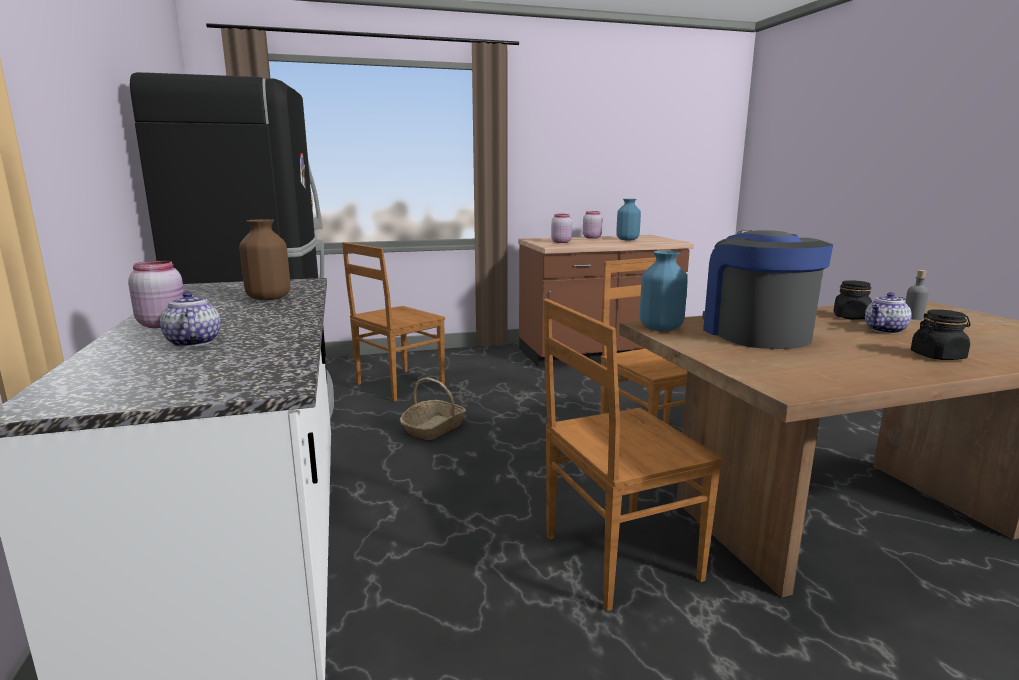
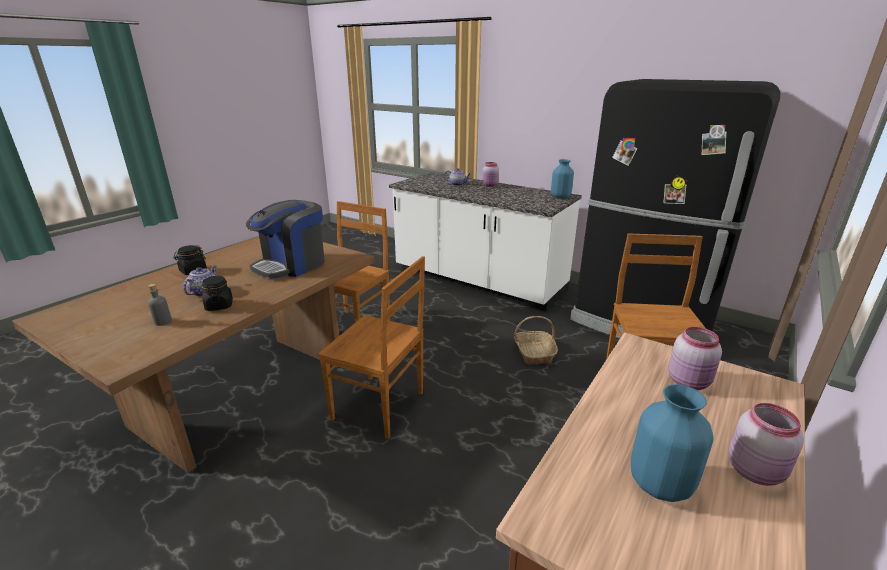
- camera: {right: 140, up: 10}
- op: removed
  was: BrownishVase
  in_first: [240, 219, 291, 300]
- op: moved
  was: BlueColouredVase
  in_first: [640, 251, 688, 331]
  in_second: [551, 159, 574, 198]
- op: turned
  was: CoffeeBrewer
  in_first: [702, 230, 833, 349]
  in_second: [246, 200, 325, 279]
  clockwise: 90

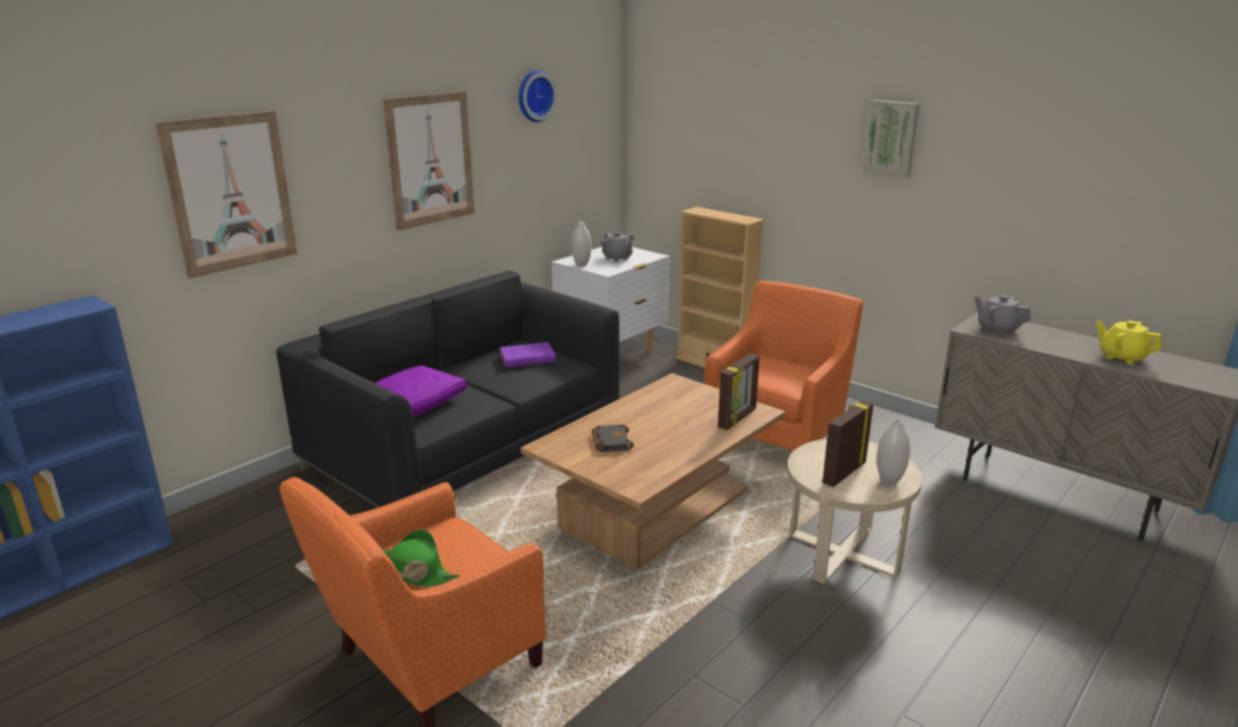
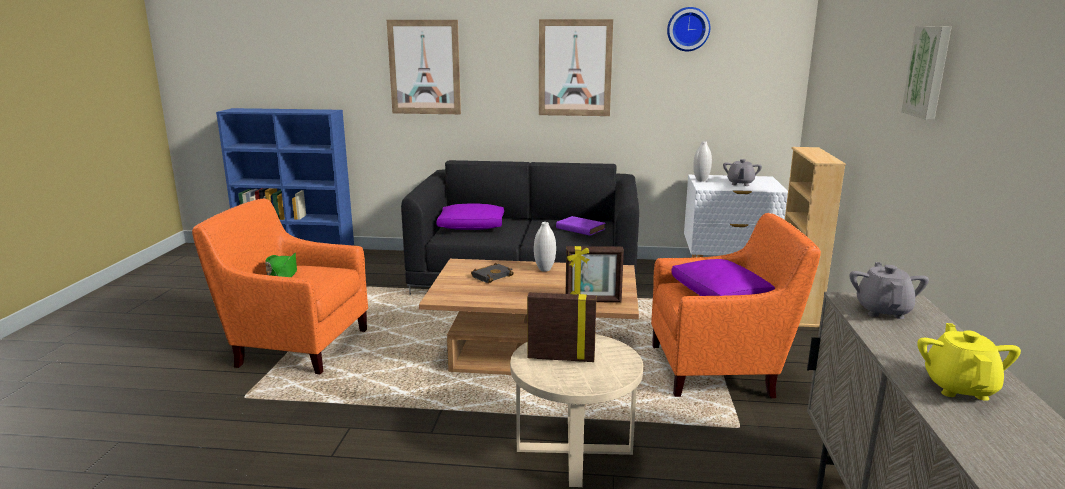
- camera: {right: 55, up: -5}
- op: added
  now: PurplishPillow
  in_second: [671, 259, 775, 296]
- op: moved
  was: WhiteVase
  in_first: [877, 419, 910, 485]
  in_second: [534, 222, 556, 272]

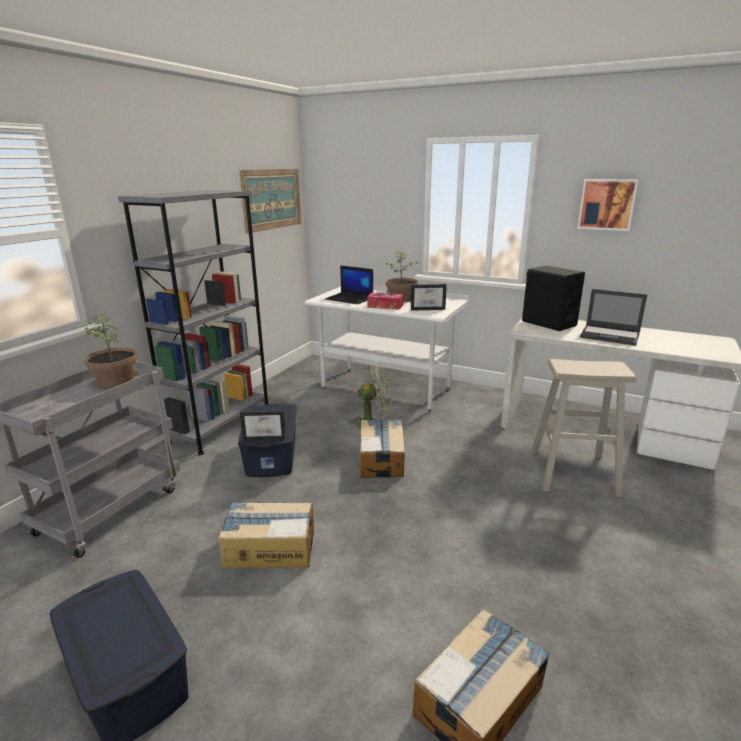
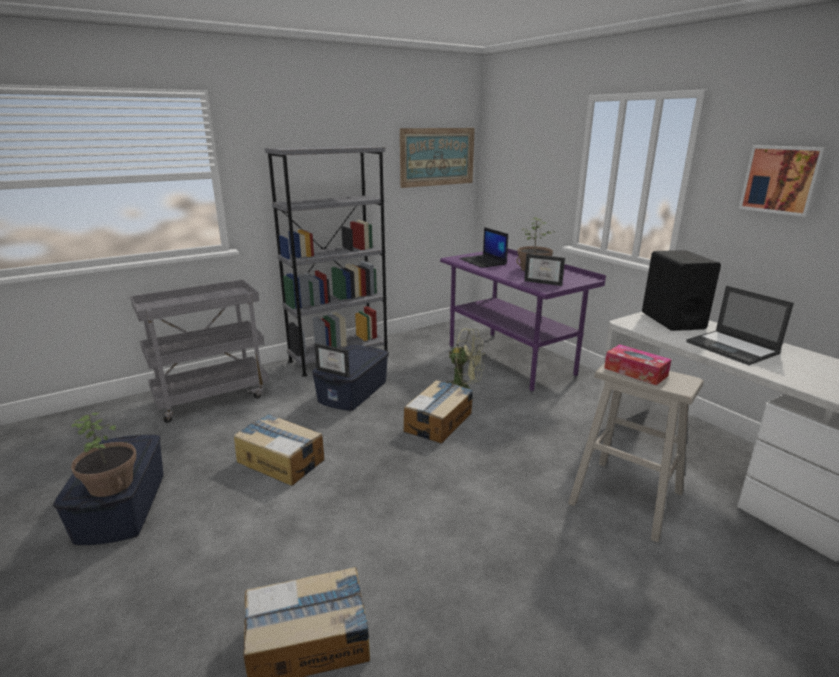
- camera: {right: 30, up: 0}
- op: moved
  was: Houseplant
  in_first: [84, 313, 138, 387]
  in_second: [71, 412, 136, 497]
- op: moved
  was: TissueHolder
  in_first: [367, 292, 403, 310]
  in_second: [604, 344, 672, 385]
- op: recoloured
  was: WhiteDeskTable
  now: PurplishDeskTable
  in_first: [305, 285, 469, 412]
  in_second: [440, 249, 606, 394]

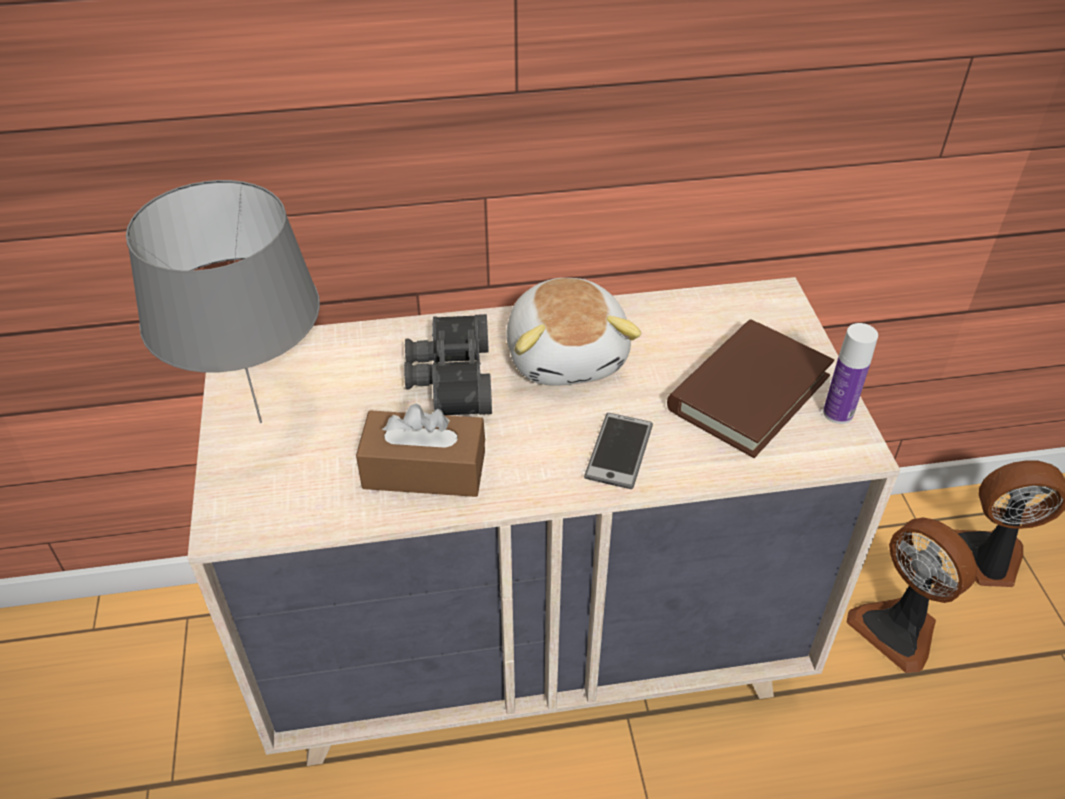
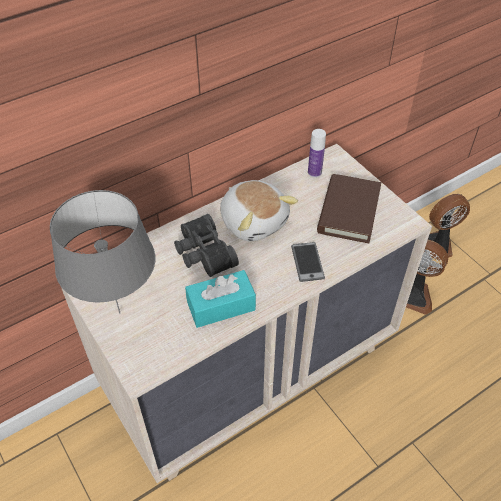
- camera: {right: -25, up: 5}
- op: moved
  was: Bottle
  in_first: [823, 323, 878, 424]
  in_second: [308, 129, 326, 178]
- op: recoloured
  was: BrownishTissueHolder
  now: TurquoiseTissueHolder
  in_first: [356, 404, 485, 497]
  in_second: [185, 270, 256, 328]

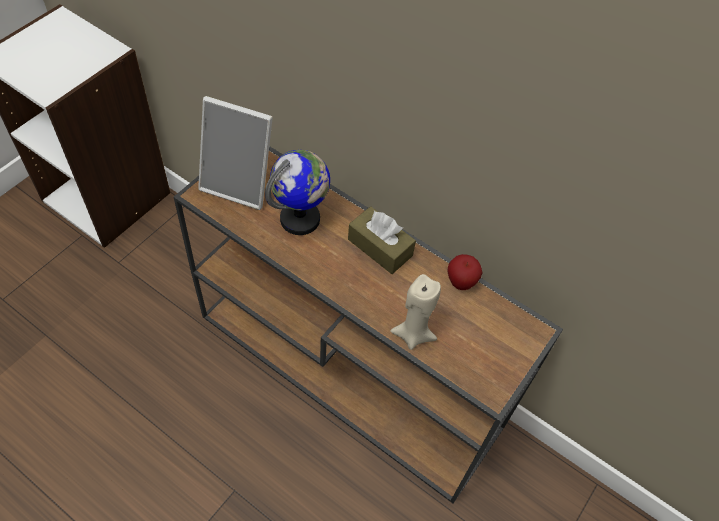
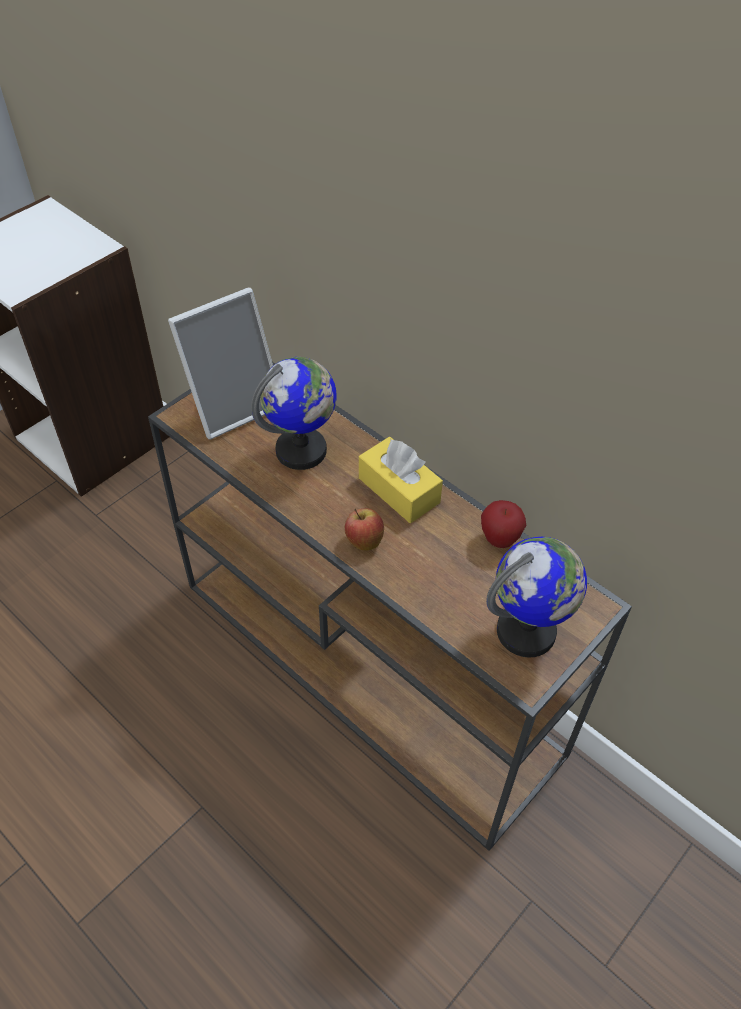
- camera: {right: 10, up: -5}
- op: removed
  was: BeigeColouredCandle
  in_first: [390, 274, 441, 350]
- op: added
  now: AppleFruit
  in_second: [345, 508, 384, 551]
- op: added
  now: DeskGlobe
  in_second: [486, 537, 587, 658]
- op: recoloured
  was: BrownishTissueHolder
  now: YellowishTissueHolder
  in_first: [348, 206, 416, 274]
  in_second: [359, 437, 443, 523]
- op: turned
  was: PictureFrame
  in_first: [198, 96, 273, 210]
  in_second: [168, 287, 273, 439]
  clockwise: -60

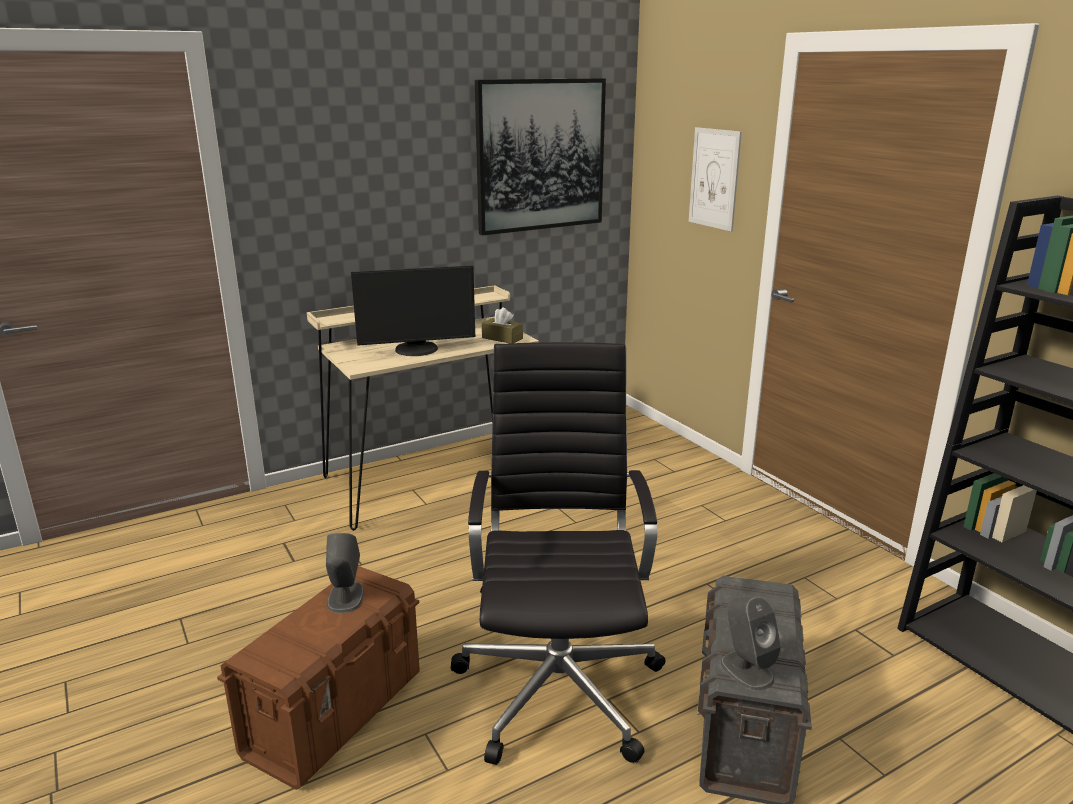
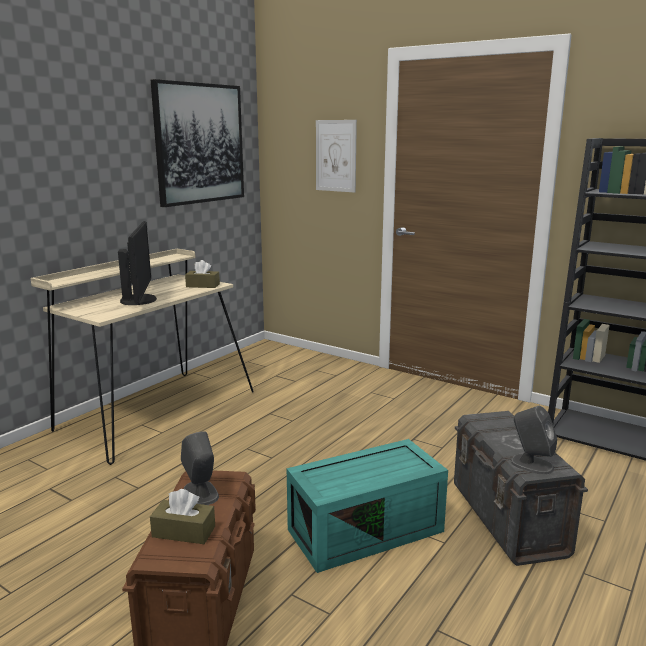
- camera: {right: -25, up: -5}
- op: added
  now: BrownishTissueHolder
  in_second: [150, 489, 215, 544]
- op: replaced
  was: BlackishComputerChair
  now: TurquoiseStorageBin
  in_first: [451, 342, 665, 765]
  in_second: [287, 439, 448, 573]
- op: turned
  was: Monitor
  in_first: [351, 265, 475, 356]
  in_second: [118, 221, 157, 305]
  clockwise: -60

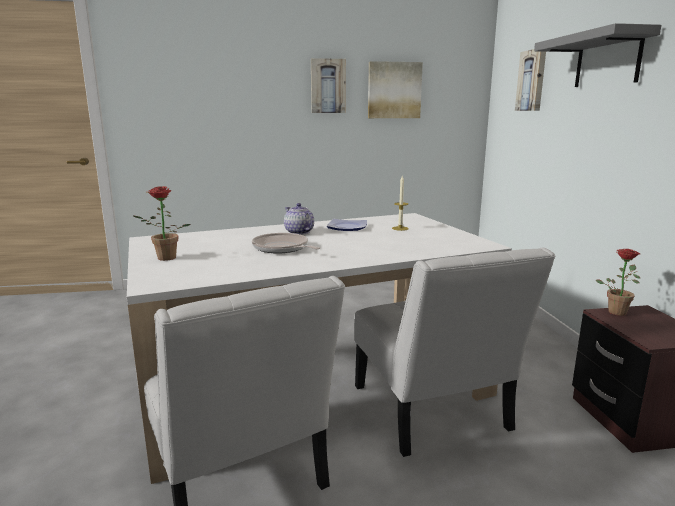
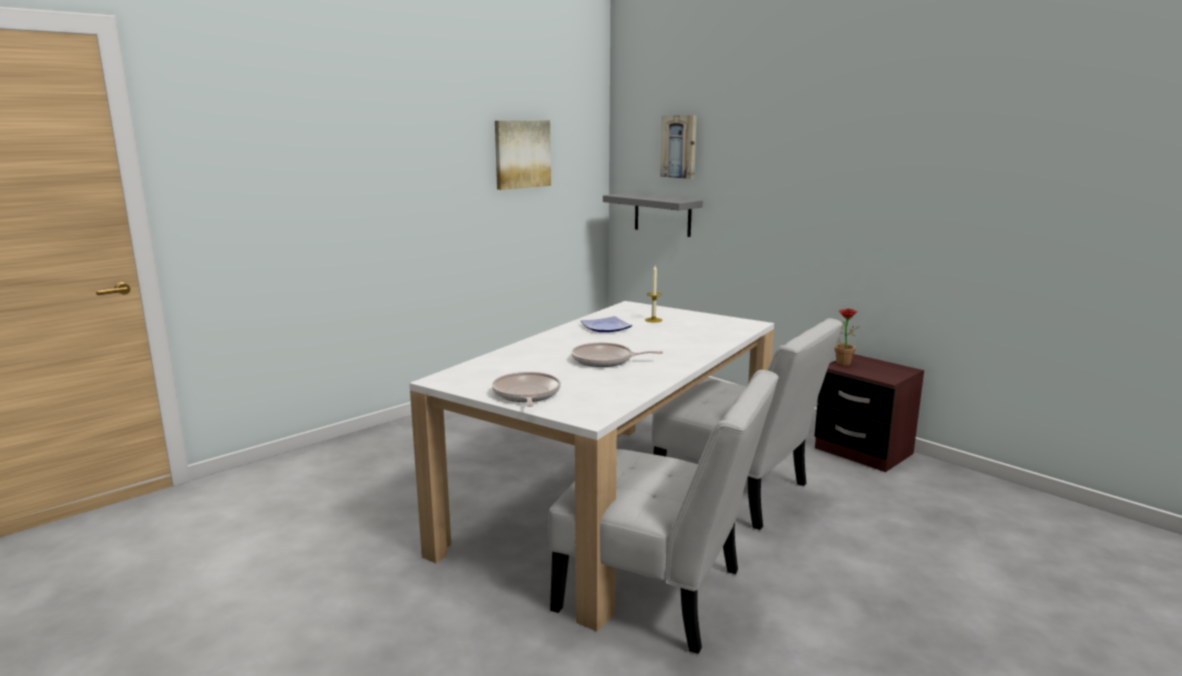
- camera: {right: -35, up: 0}
- op: removed
  was: TeaPot
  in_first: [284, 203, 314, 235]
- op: removed
  was: WallPicture
  in_first: [311, 58, 346, 113]
- op: moved
  was: GreyShelf
  in_first: [534, 23, 662, 87]
  in_second: [603, 193, 703, 237]
- op: replaced
  was: Houseplant
  now: FryingPan
  in_first: [133, 186, 190, 261]
  in_second: [492, 372, 561, 407]

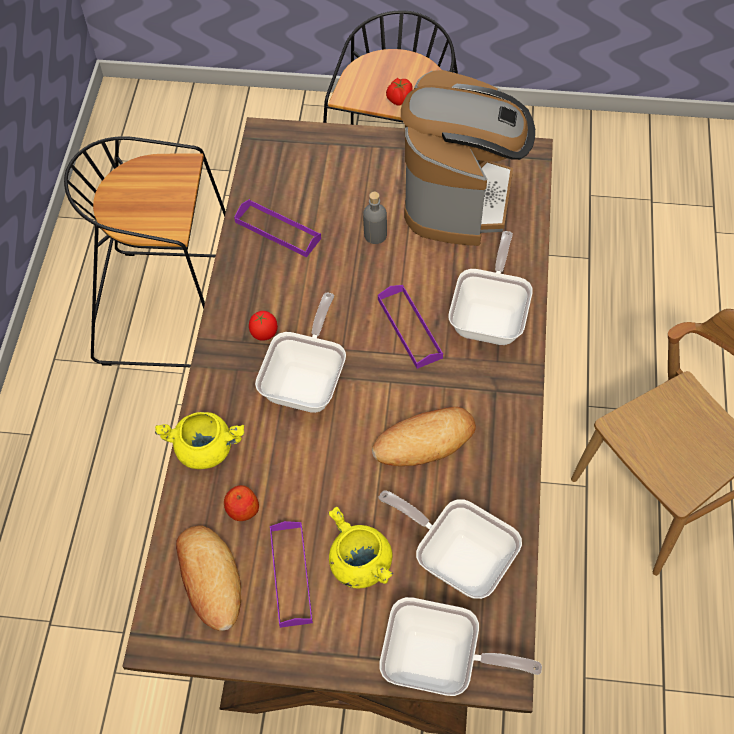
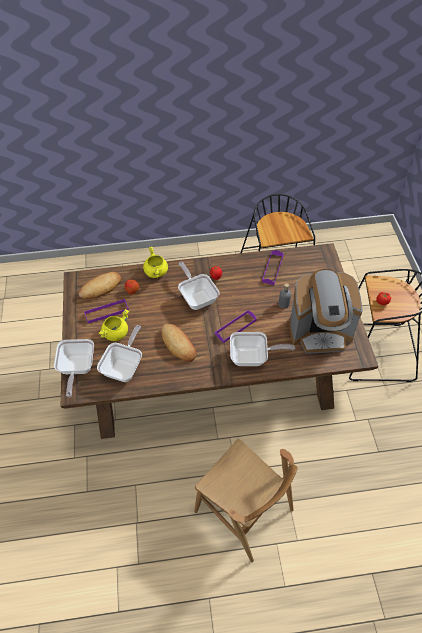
- camera: {right: 75, up: -5}
- op: turned
  was: FryingPan
  in_first: [255, 293, 346, 413]
  in_second: [178, 262, 220, 310]
  clockwise: -120

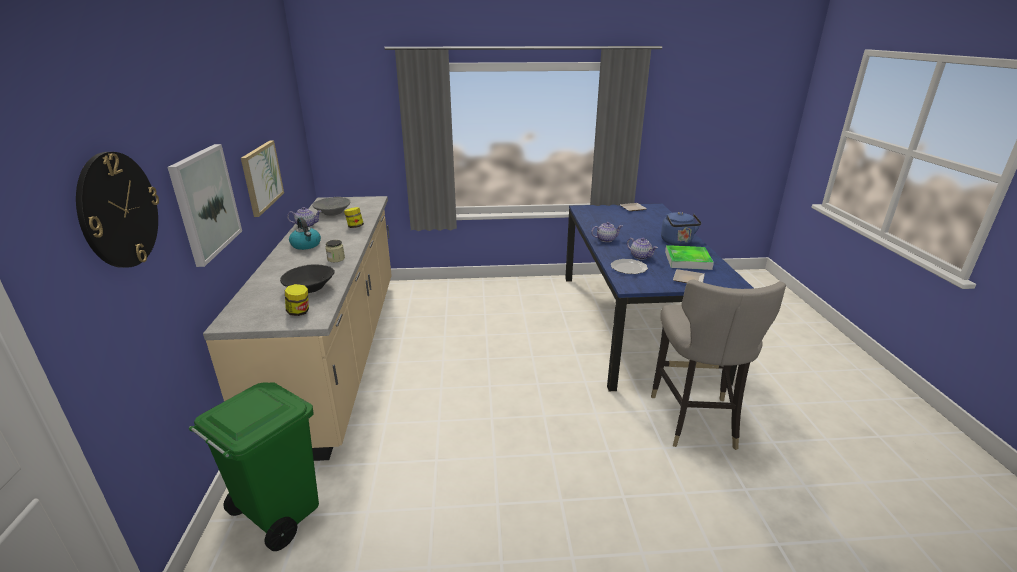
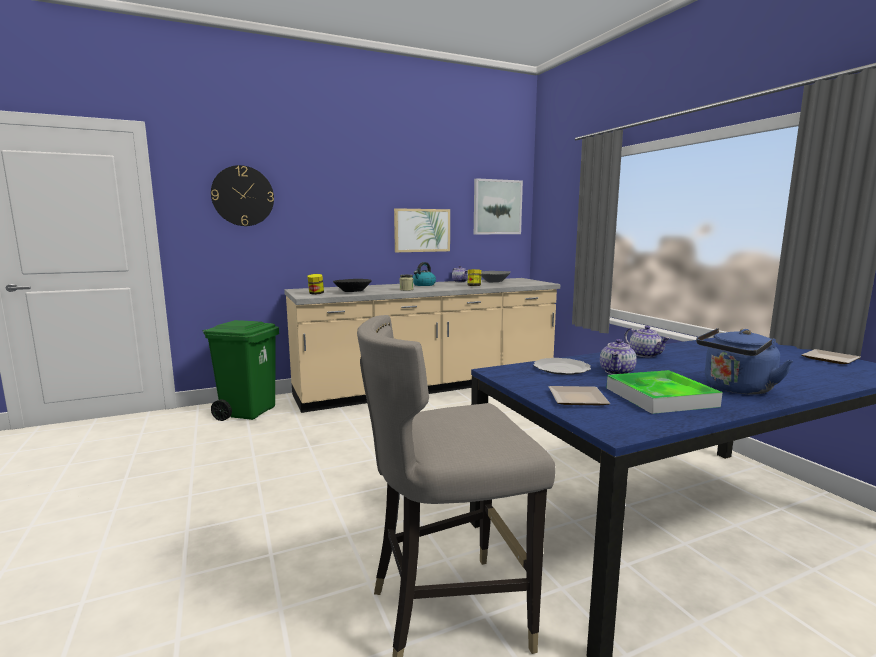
- camera: {right: 70, up: -15}
- op: moved
  was: WallPicture
  in_first: [167, 144, 242, 267]
  in_second: [474, 178, 523, 234]

